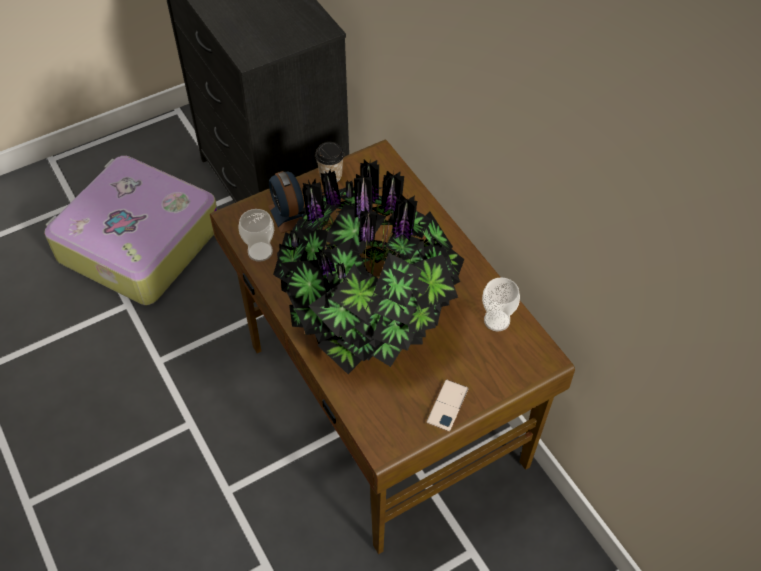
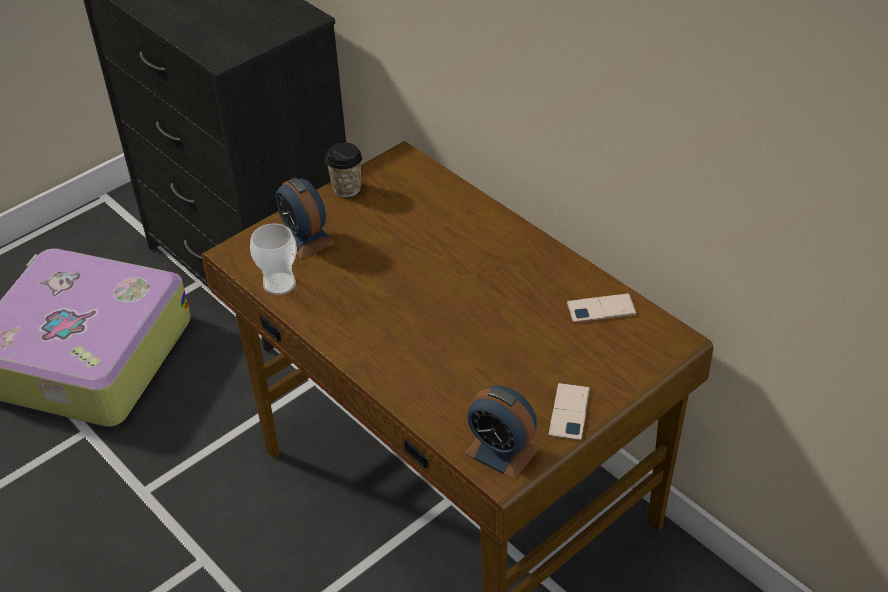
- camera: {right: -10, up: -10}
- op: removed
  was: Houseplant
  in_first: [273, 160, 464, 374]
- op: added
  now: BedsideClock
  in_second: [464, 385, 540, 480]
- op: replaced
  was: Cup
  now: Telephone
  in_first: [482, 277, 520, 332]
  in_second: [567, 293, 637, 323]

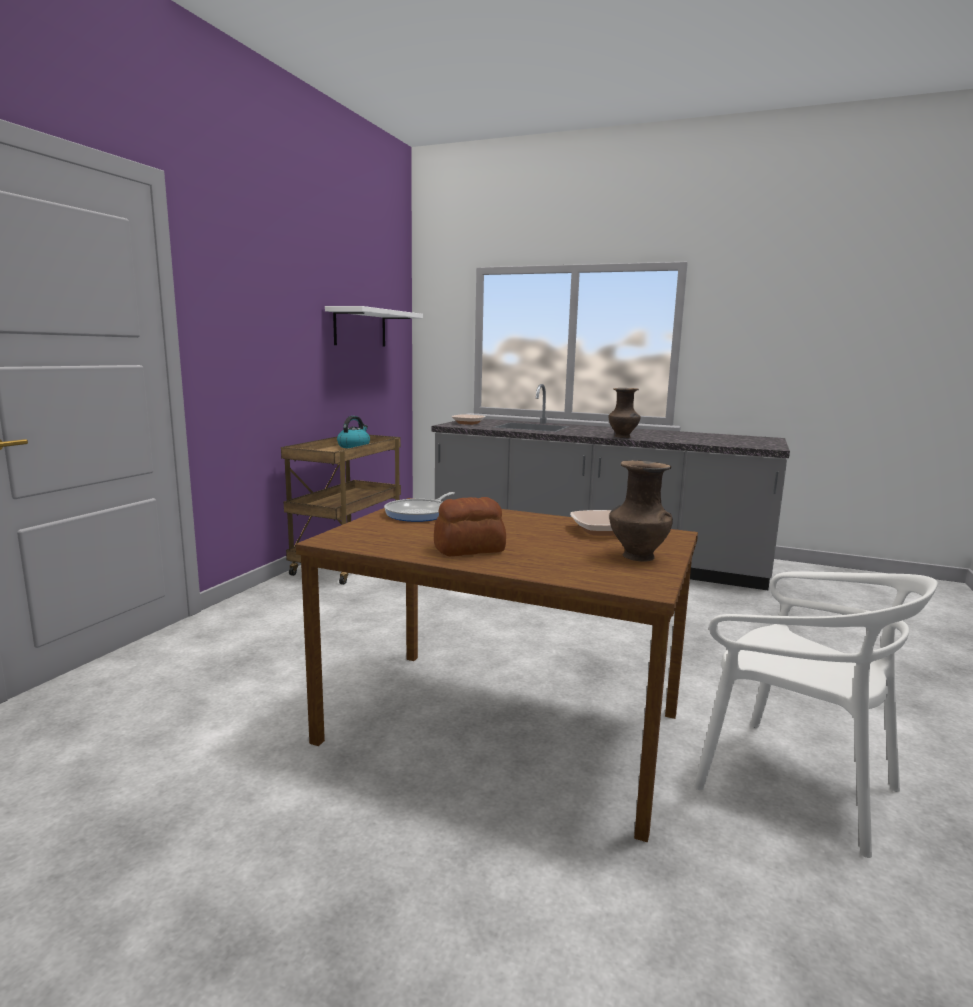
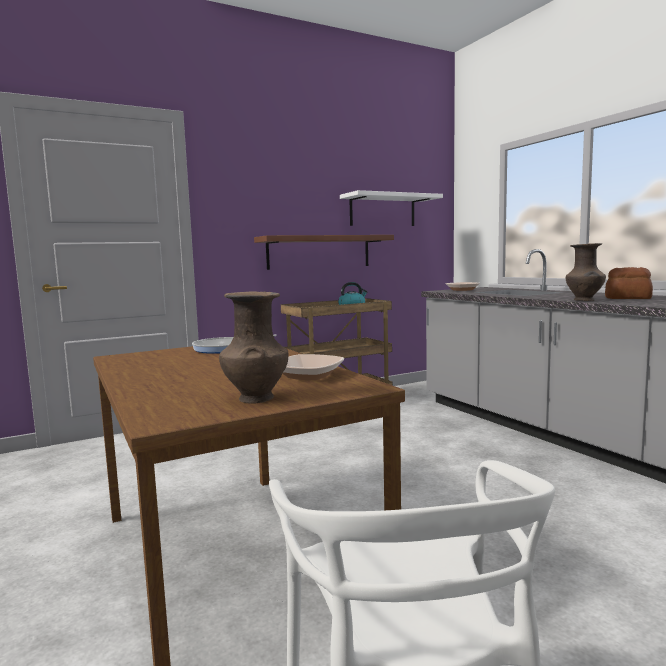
- camera: {right: 40, up: -5}
- op: added
  now: BrownishShelf
  in_second: [254, 235, 394, 270]
- op: moved
  was: Bread
  in_first: [434, 497, 506, 556]
  in_second: [605, 267, 653, 299]

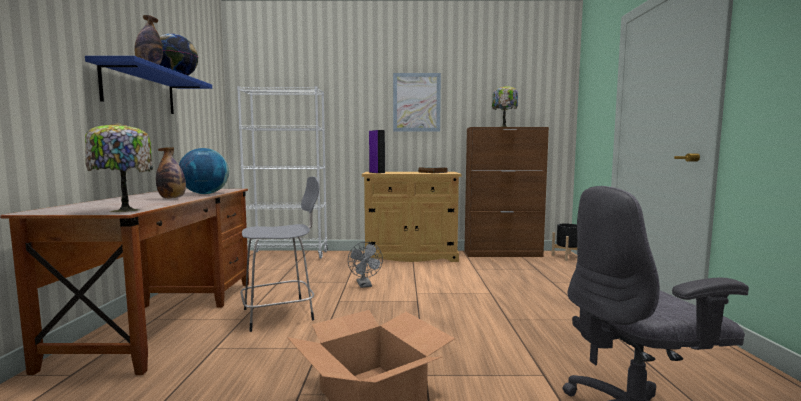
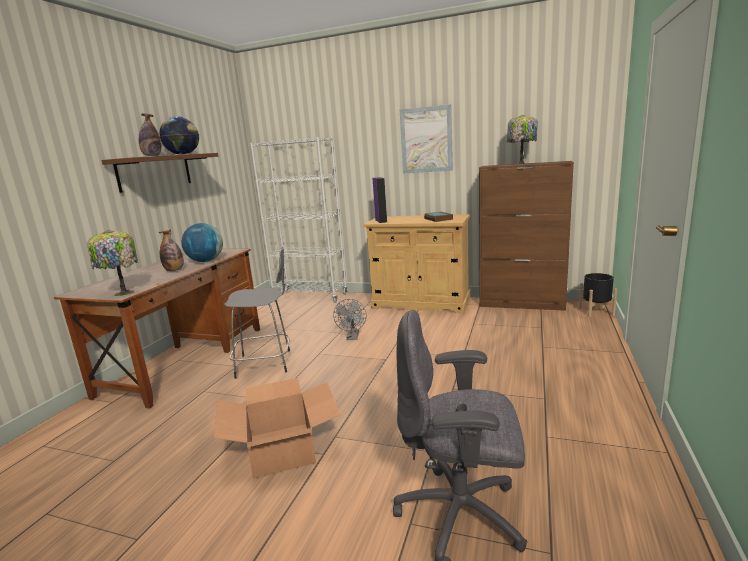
- camera: {right: 20, up: 10}
- op: recoloured
  was: BlueColouredShelf
  now: BrownishShelf
  in_first: [85, 56, 212, 114]
  in_second: [101, 153, 218, 193]

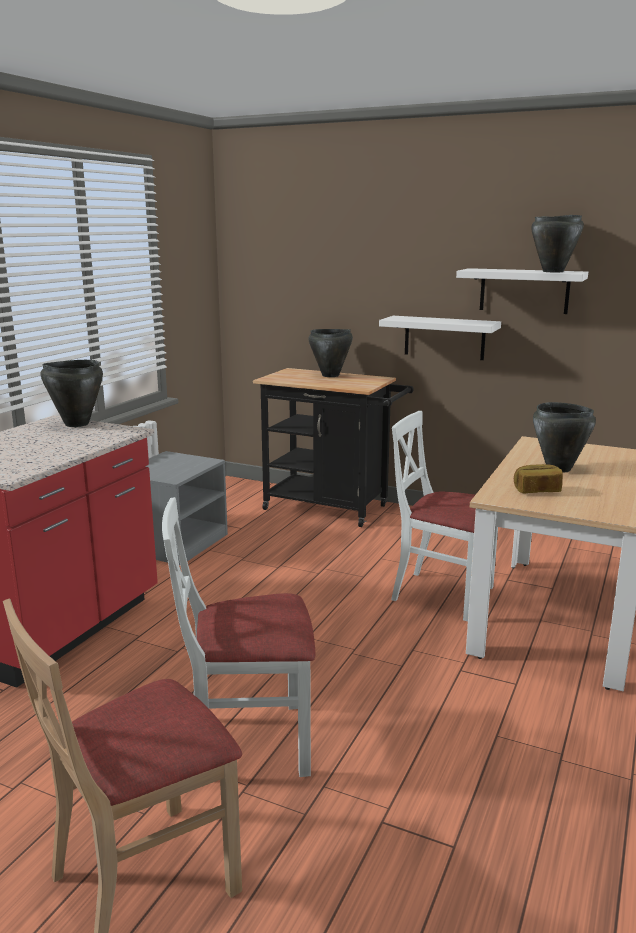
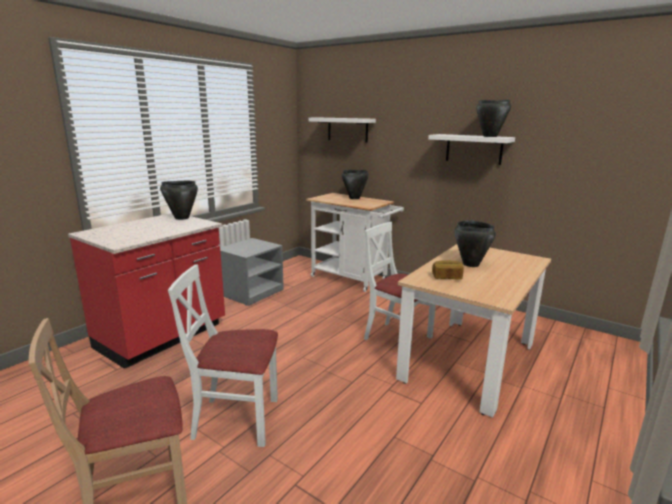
- camera: {right: 10, up: 0}
- op: moved
  was: WhiteShelf
  in_first: [379, 316, 501, 360]
  in_second: [309, 118, 376, 142]
- op: recoloured
  was: BlackishCart
  now: WhiteCart
  in_first: [253, 368, 414, 527]
  in_second: [306, 193, 404, 292]

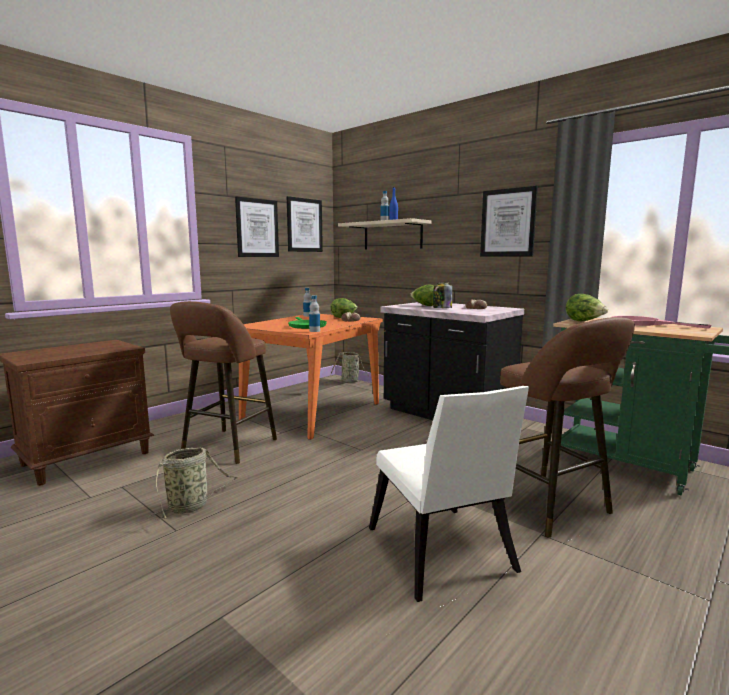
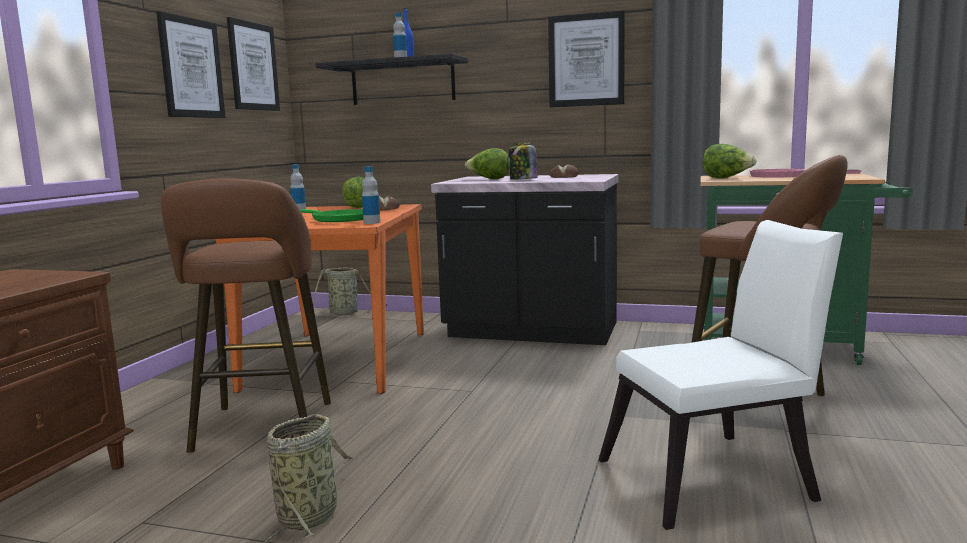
- camera: {right: -25, up: 0}
- op: recoloured
  was: BeigeColouredShelf
  now: BlackishShelf
  in_first: [338, 218, 431, 249]
  in_second: [316, 53, 468, 105]
- op: turned
  was: WhitePlainChair
  in_first: [369, 386, 529, 602]
  in_second: [599, 220, 843, 530]
  clockwise: -60

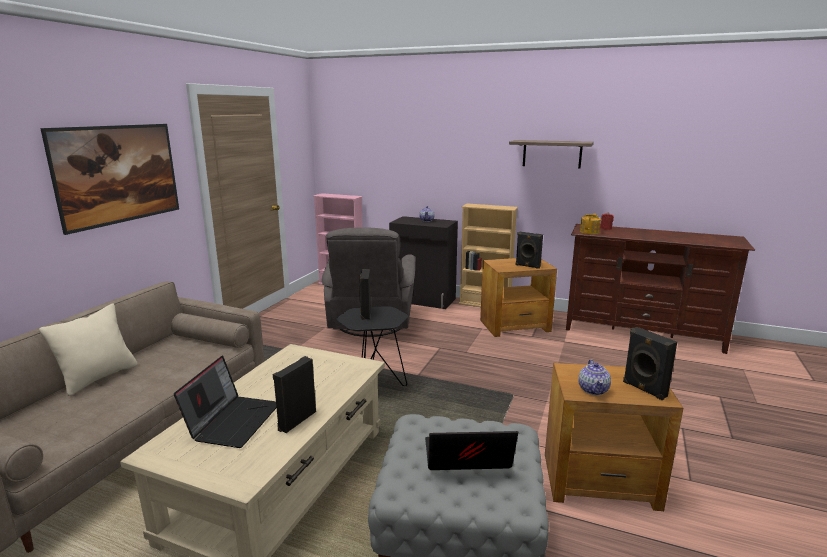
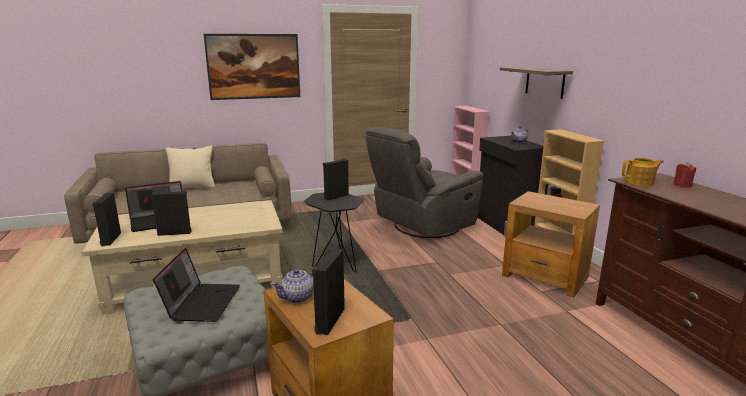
- camera: {right: 50, up: 0}
- op: moved
  was: Shelf
  in_first: [509, 140, 594, 168]
  in_second: [500, 67, 573, 99]
- op: moved
  was: BlackishAudioSpeaker
  in_first: [516, 232, 543, 269]
  in_second: [92, 192, 121, 246]
- op: turned
  was: PortableComputer
  in_first: [425, 431, 518, 470]
  in_second: [153, 248, 240, 322]
  clockwise: 45

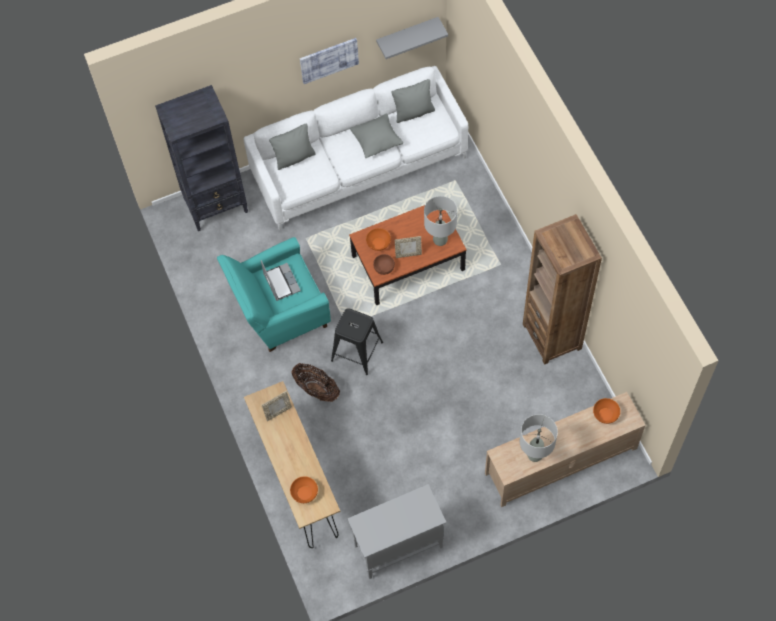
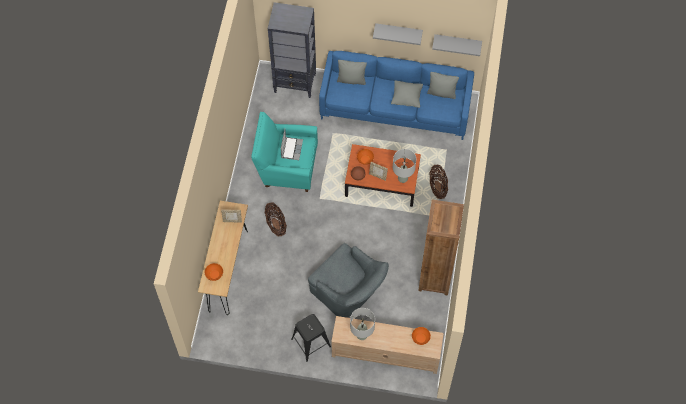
- camera: {right: 30, up: 0}
- op: removed
  was: GreyCabinet
  in_first: [347, 484, 447, 579]
- op: added
  now: GreyArmchair
  in_second: [308, 243, 389, 318]
- op: added
  now: HouseholdBasket
  in_second: [429, 165, 448, 199]
- op: moved
  was: BlackishStoolSeat
  in_first: [331, 308, 383, 375]
  in_second: [291, 314, 331, 362]
- op: replaced
  was: WallPicture
  now: GreyShelf
  in_first: [300, 38, 359, 84]
  in_second: [373, 23, 423, 45]
- op: recoloured
  was: WhiteSofa
  now: BlueColouredSofa
  in_first: [244, 66, 468, 230]
  in_second: [319, 51, 474, 140]

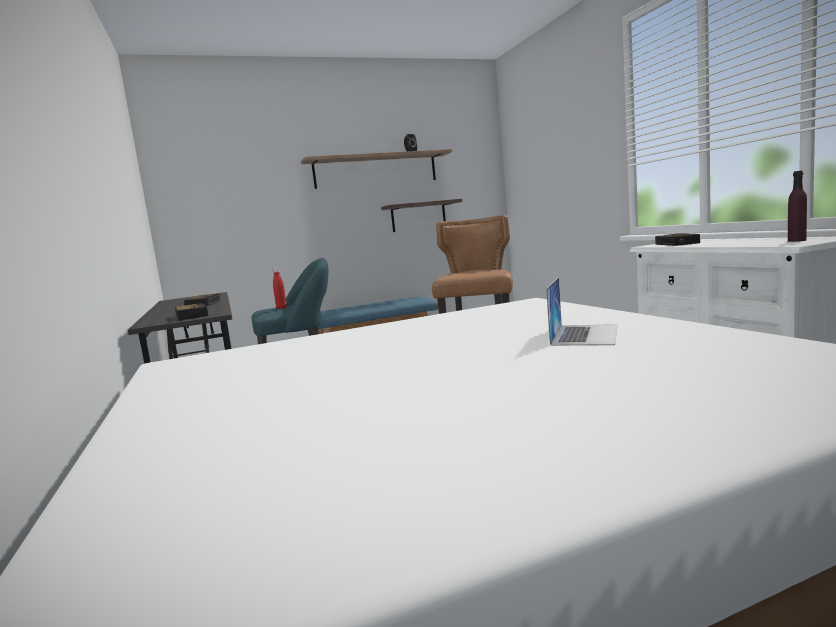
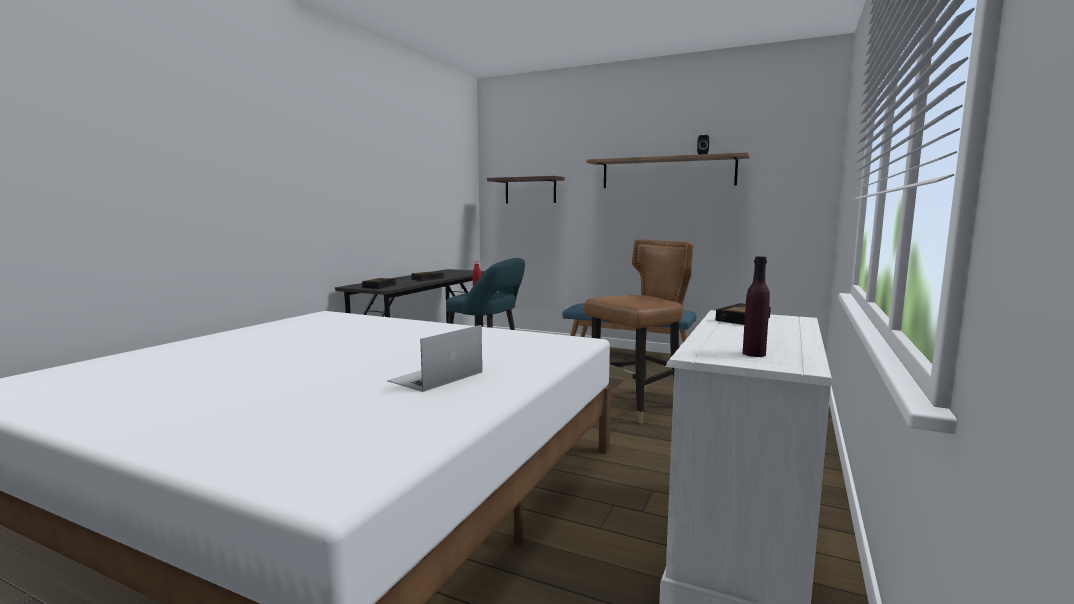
- camera: {right: 45, up: 0}
- op: moved
  was: Shelf
  in_first: [381, 199, 462, 232]
  in_second: [487, 176, 565, 203]
- op: turned
  was: PortableComputer
  in_first: [546, 277, 618, 346]
  in_second: [387, 325, 482, 392]
  clockwise: 150

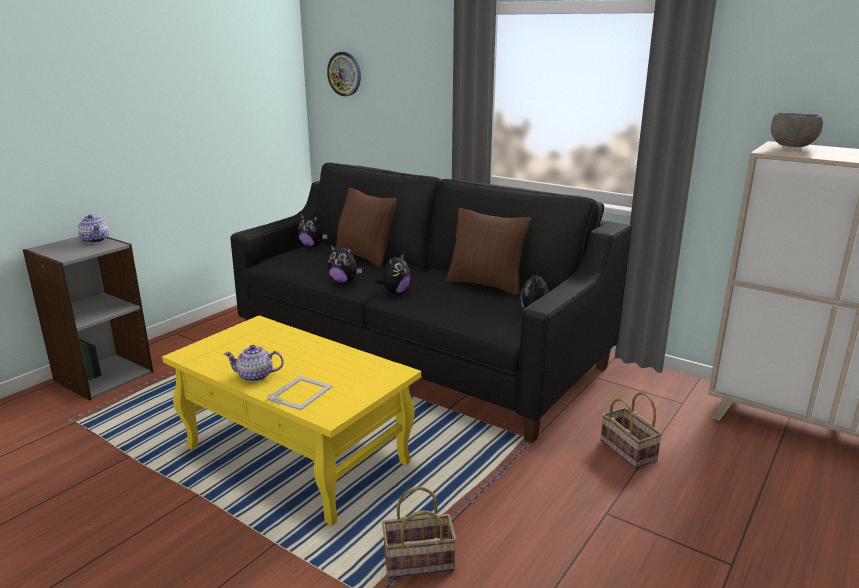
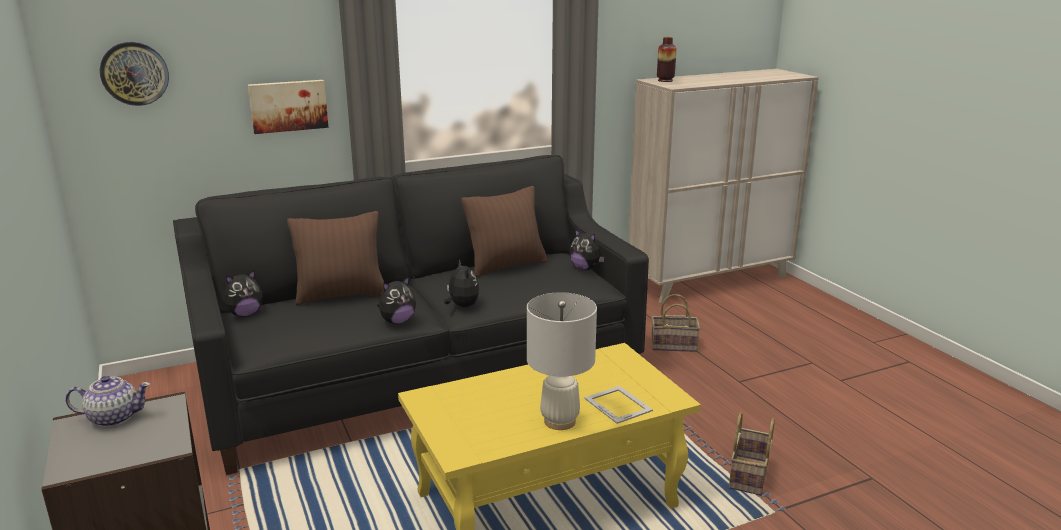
- camera: {right: -60, up: 0}
- op: added
  now: WallPicture
  in_second: [248, 80, 329, 134]
- op: replaced
  was: TeaPot
  now: WhiteTableLamp
  in_first: [224, 345, 284, 382]
  in_second: [527, 292, 597, 430]
- op: replaced
  was: GreyServingBowl
  now: Vase
  in_first: [771, 113, 823, 147]
  in_second: [657, 37, 677, 82]

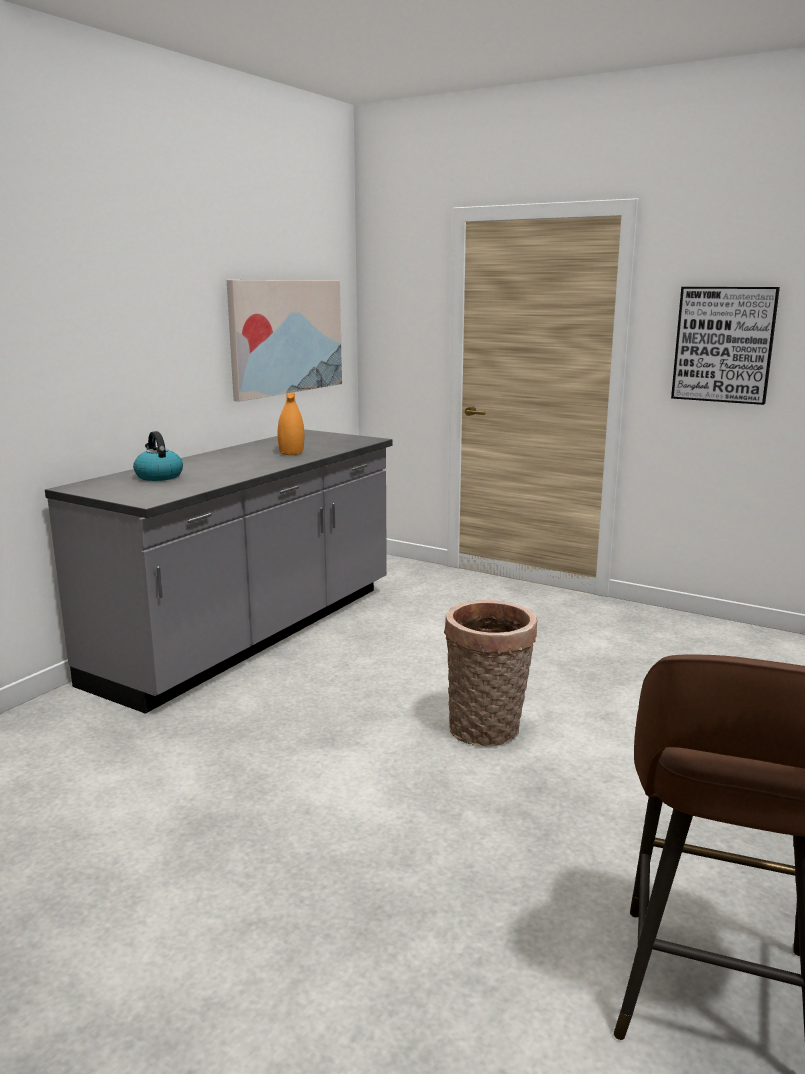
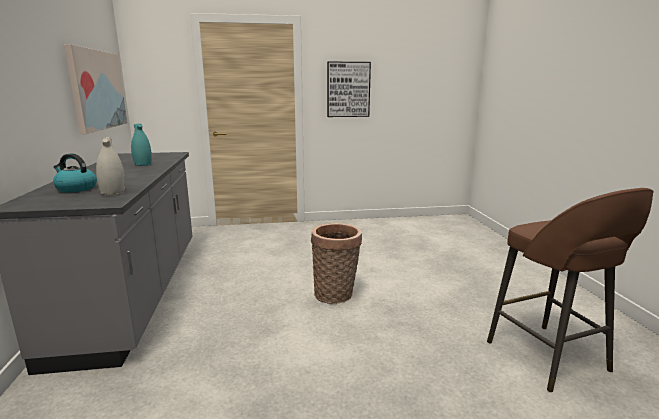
- camera: {right: -40, up: 0}
- op: added
  now: WhiteVase
  in_second: [96, 137, 125, 196]
- op: recoloured
  was: OrangeyVase
  now: TurquoiseVase
  in_first: [278, 393, 304, 455]
  in_second: [131, 123, 152, 166]

